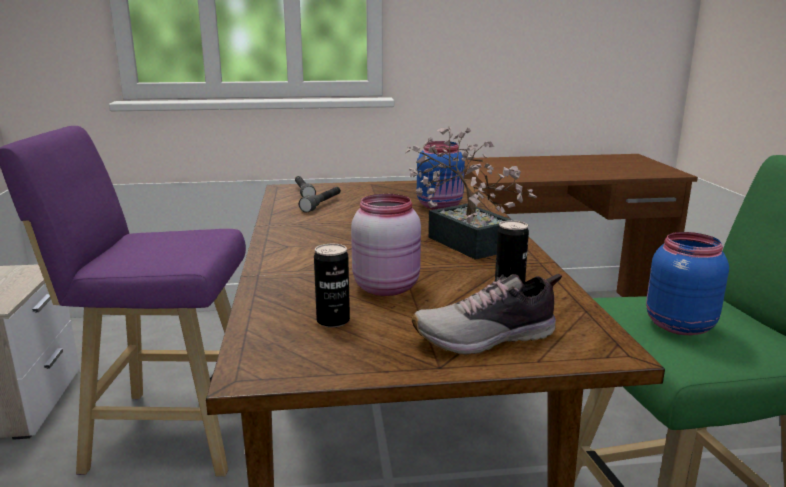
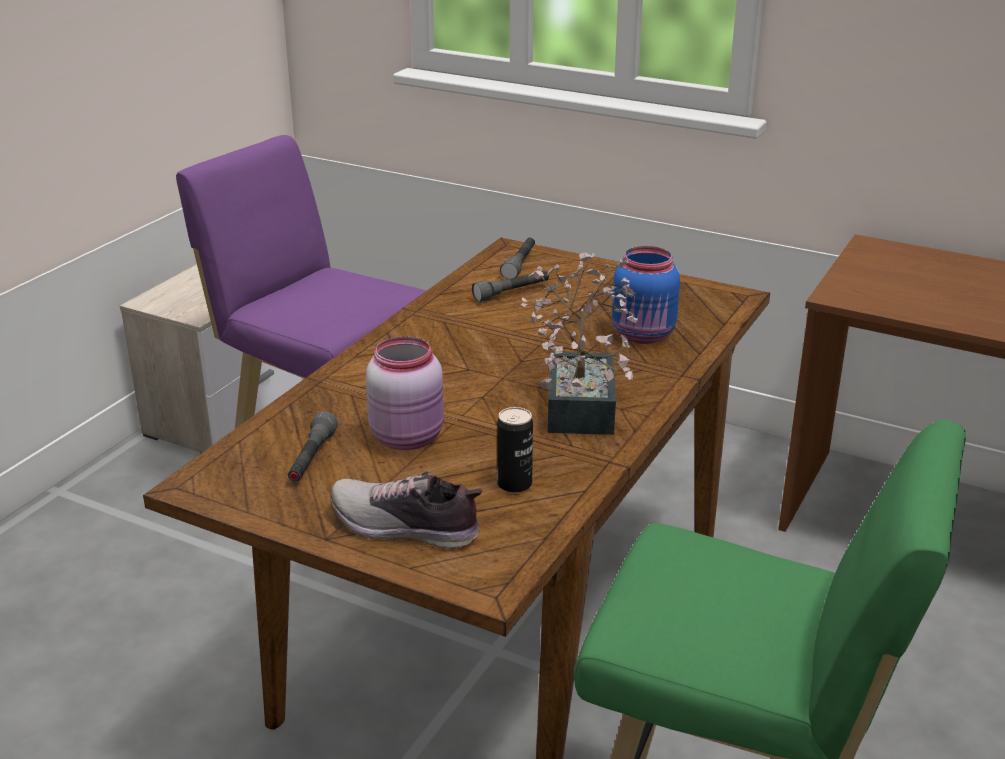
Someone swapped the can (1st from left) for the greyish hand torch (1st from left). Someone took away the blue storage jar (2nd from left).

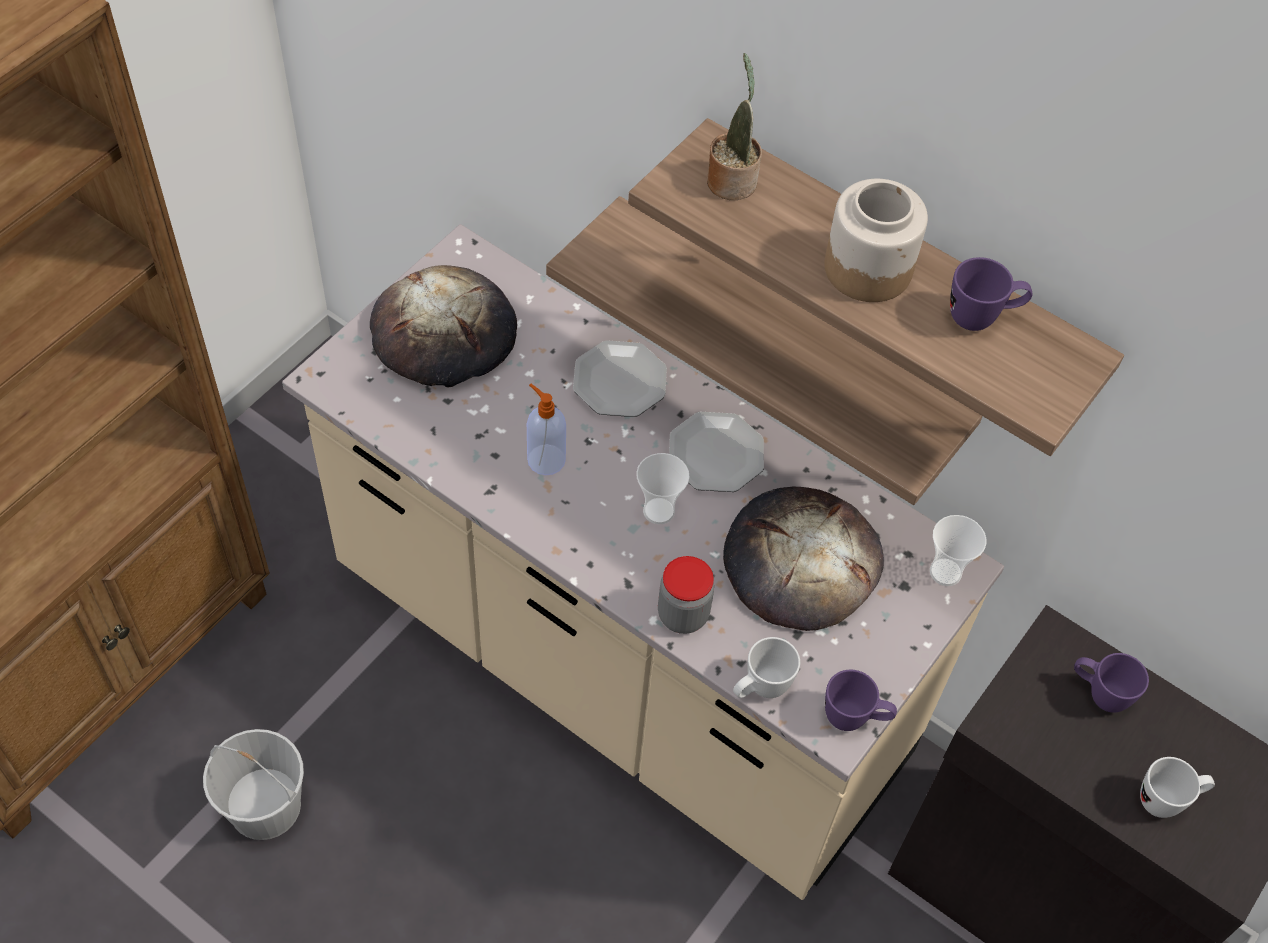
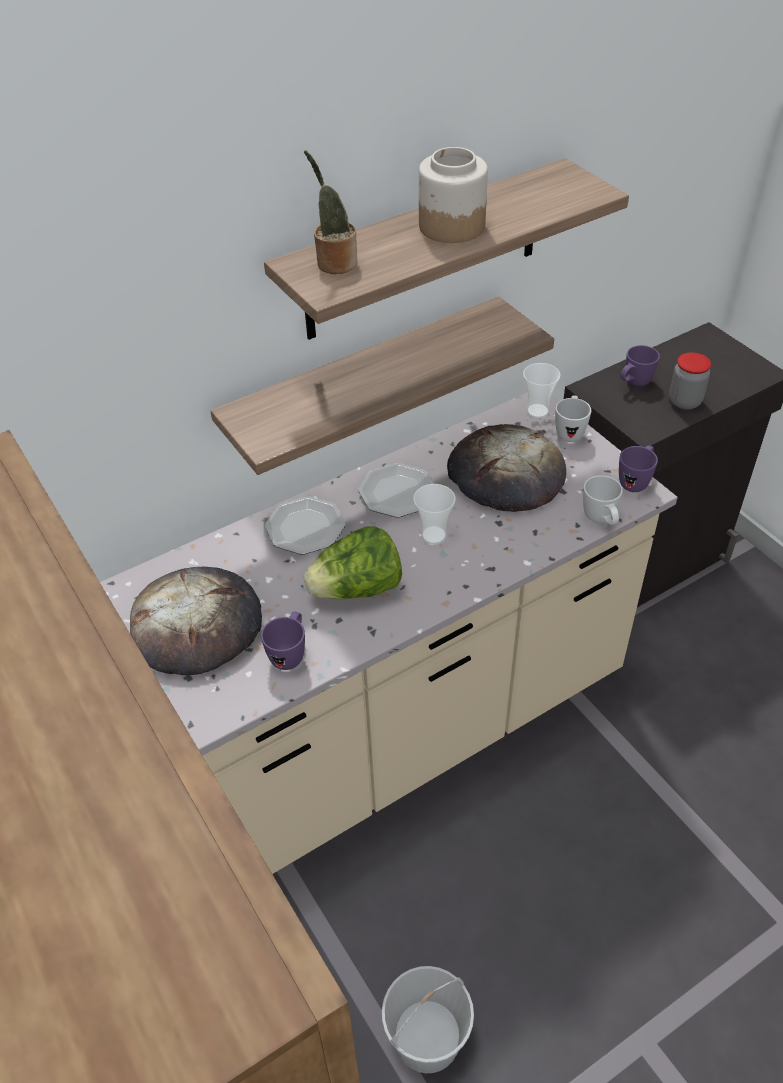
Someone swapped the liquid soap bottle for the lettuce. Someone carried the storage jar (1st from left in the first image). Someone carried the purple mug (2nd from left in the first image). Someone carried the white mug (2nd from left in the first image).

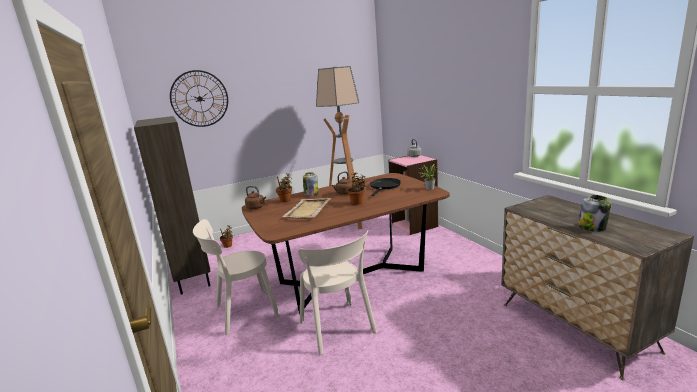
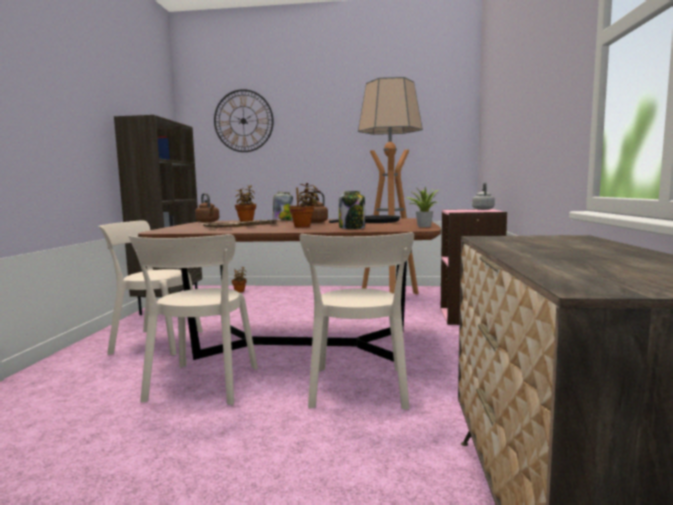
Someone carried the storage jar (2nd from left). Someone put down the sand-coloured plain chair (3rd from left).

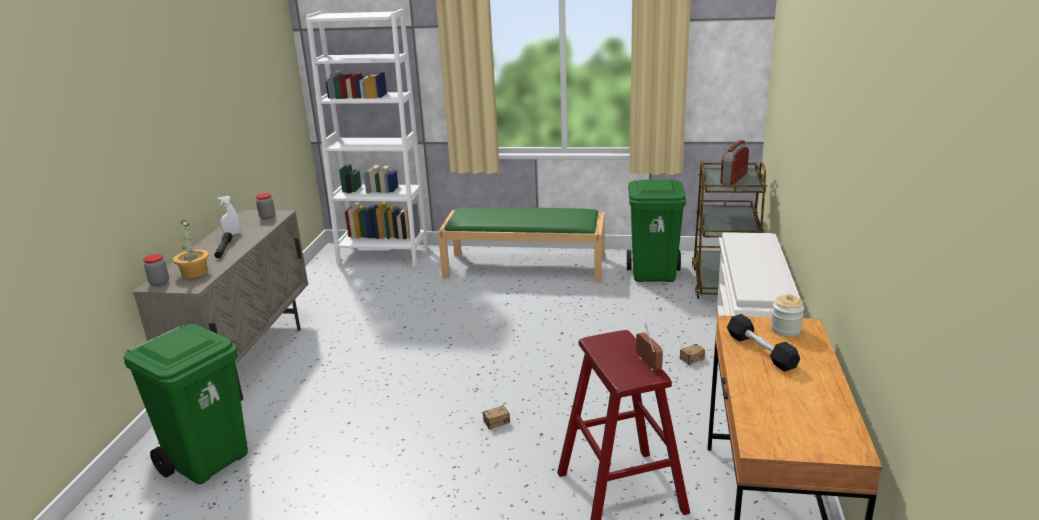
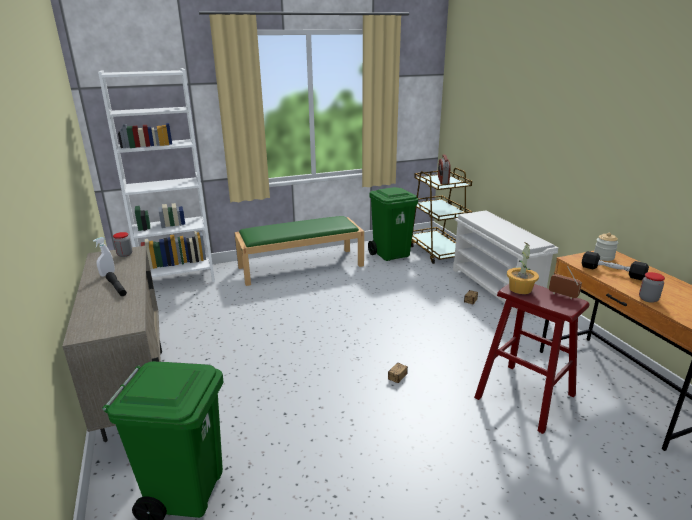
Someone carried the storage jar (1st from left in the first image). Someone carried the houseplant.

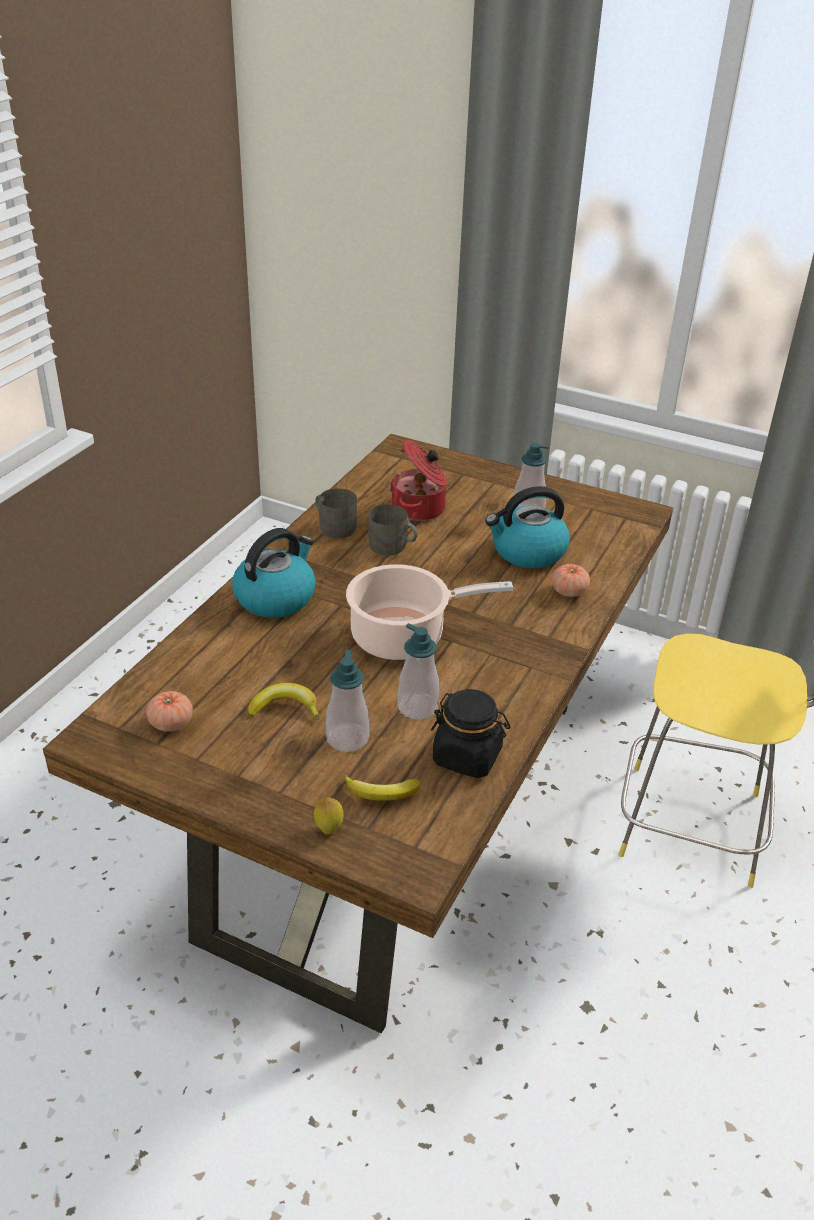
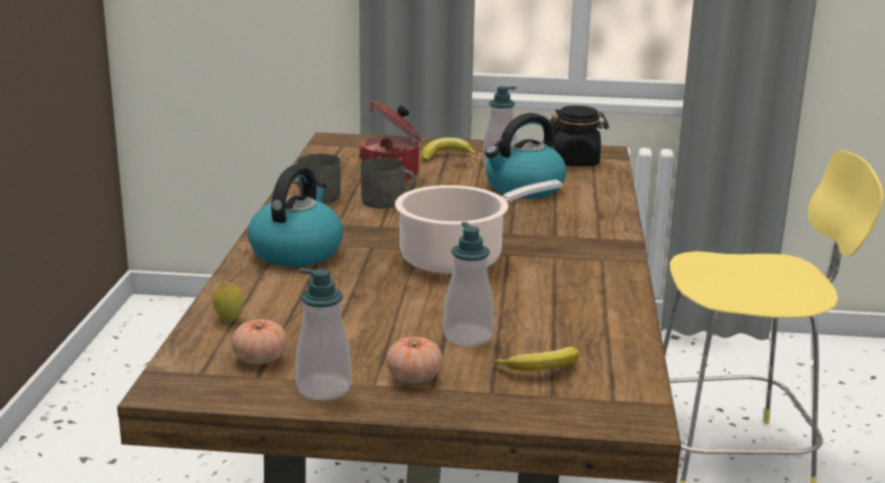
Someone carried the whole banana (1st from left). Someone carried the citrus fruit. Someone carried the liquid soap bottle (2nd from left in the first image). Someone carried the black storage jar. Someone carried the fresh tomato (2nd from left).

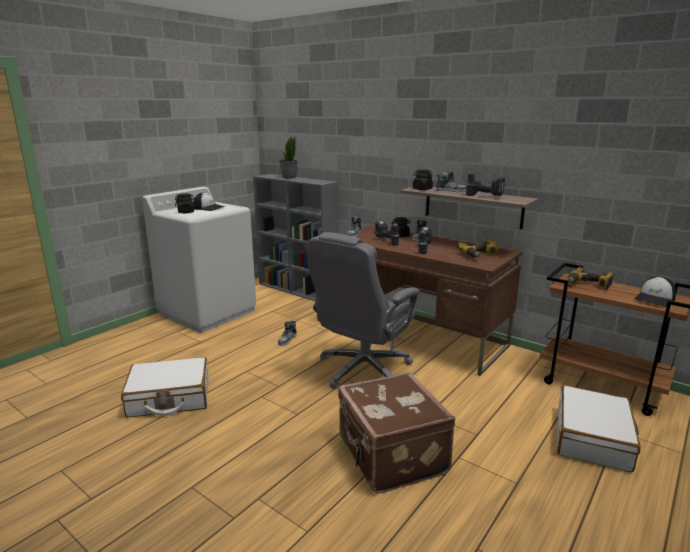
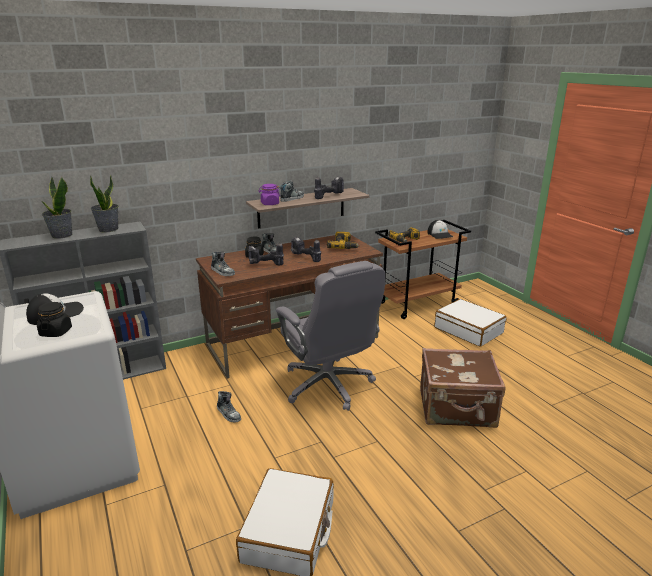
Someone repainted the black storage jar (3rd from left), which became the purple storage jar. Someone put down the houseplant (2nd from left).

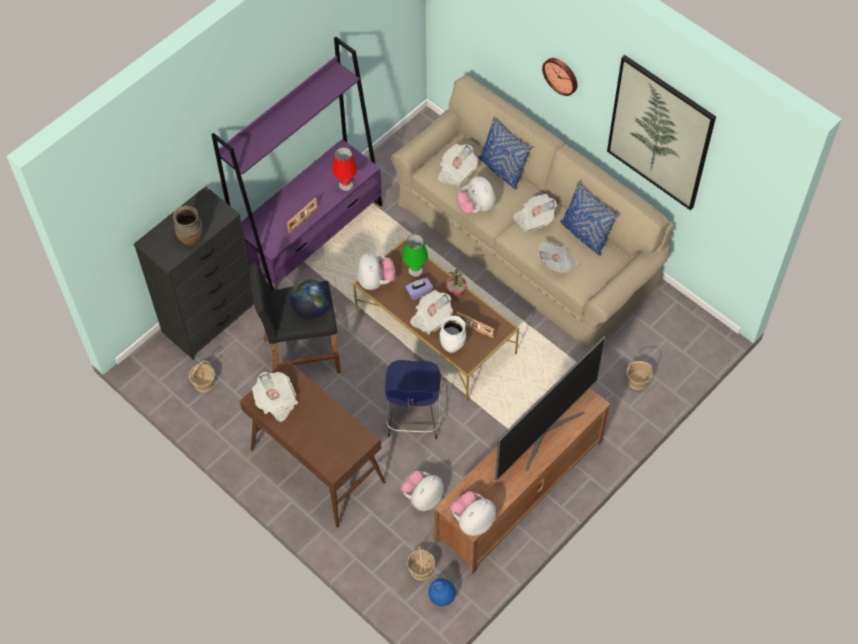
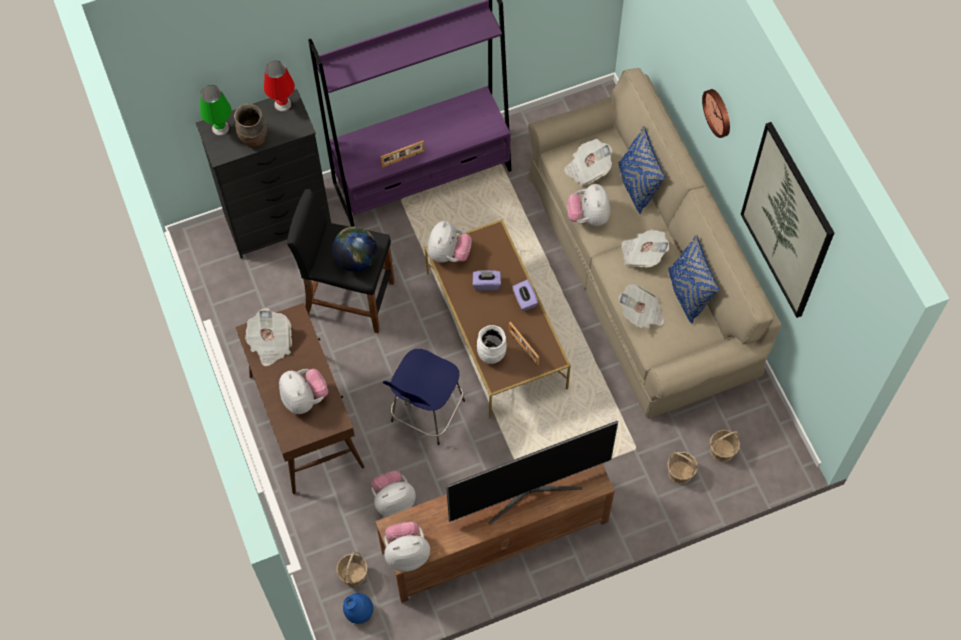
Someone carried the basket (1st from left in the first image). Someone carried the reddish table lamp. Someone carried the green-coloured table lamp. Someone took away the newspaper (2nd from left). Someone swapped the houseplant for the purple box of tissues (2nd from left). Someone put down the cuddly toy (1st from left).

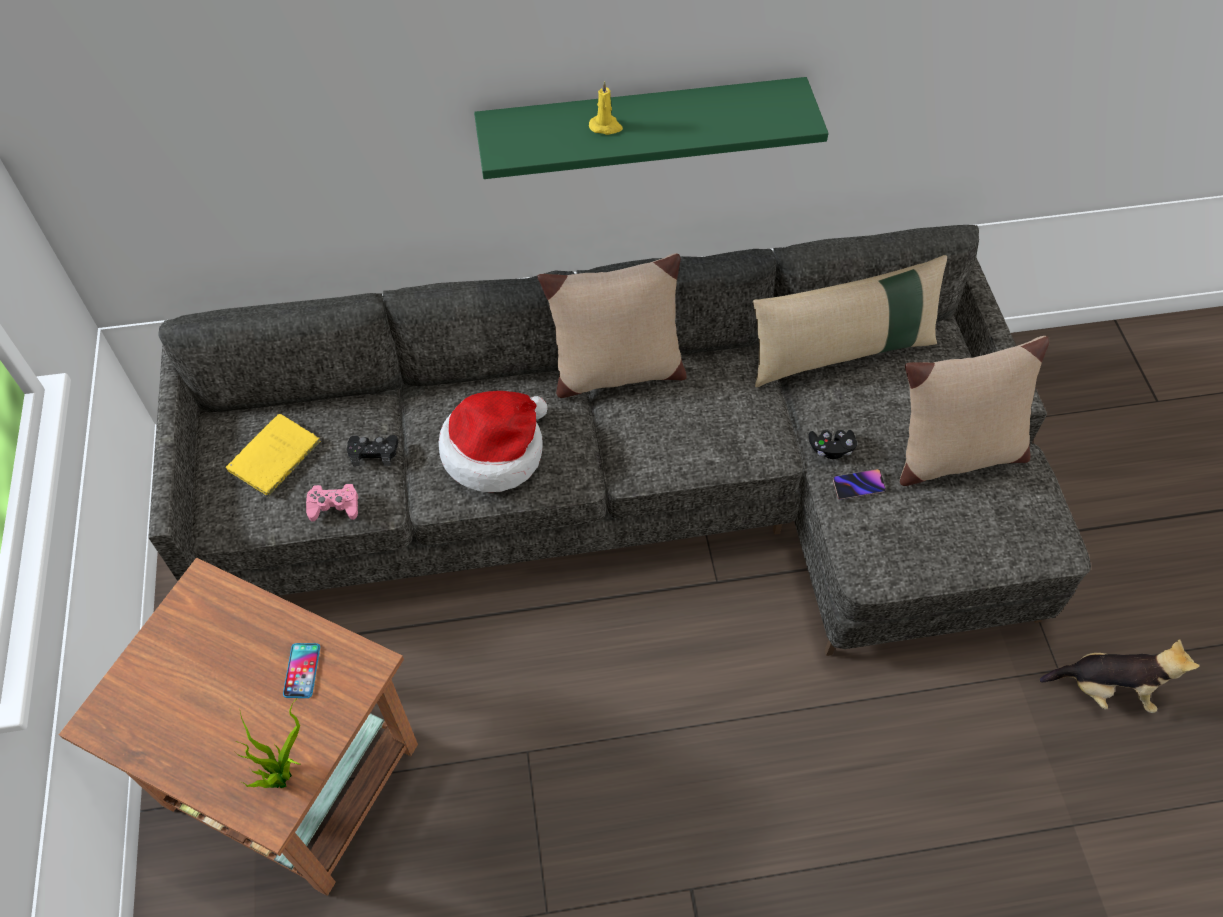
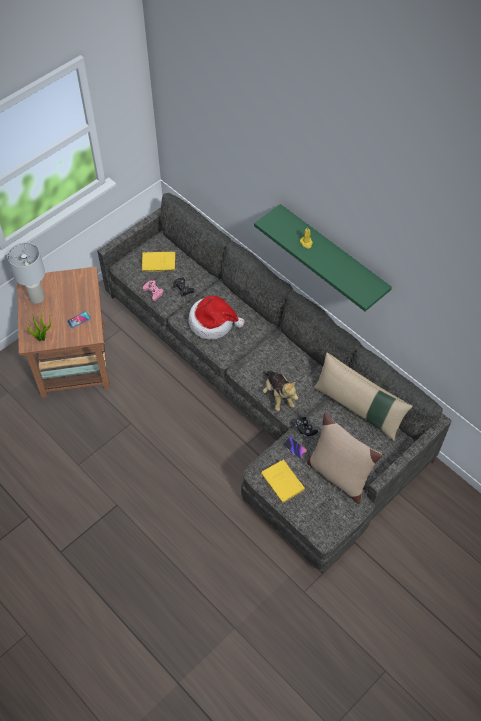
Someone took away the sand-coloured pillow (1st from left). Someone carried the cuddly toy. Someone put down the white table lamp. Someone put down the yellowish bound book (2nd from left).

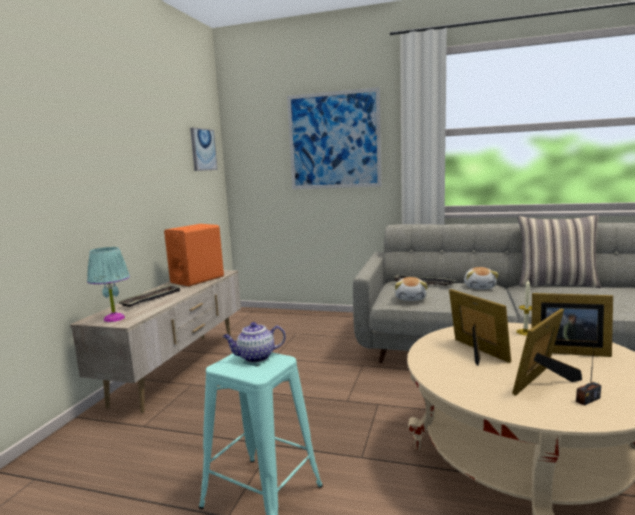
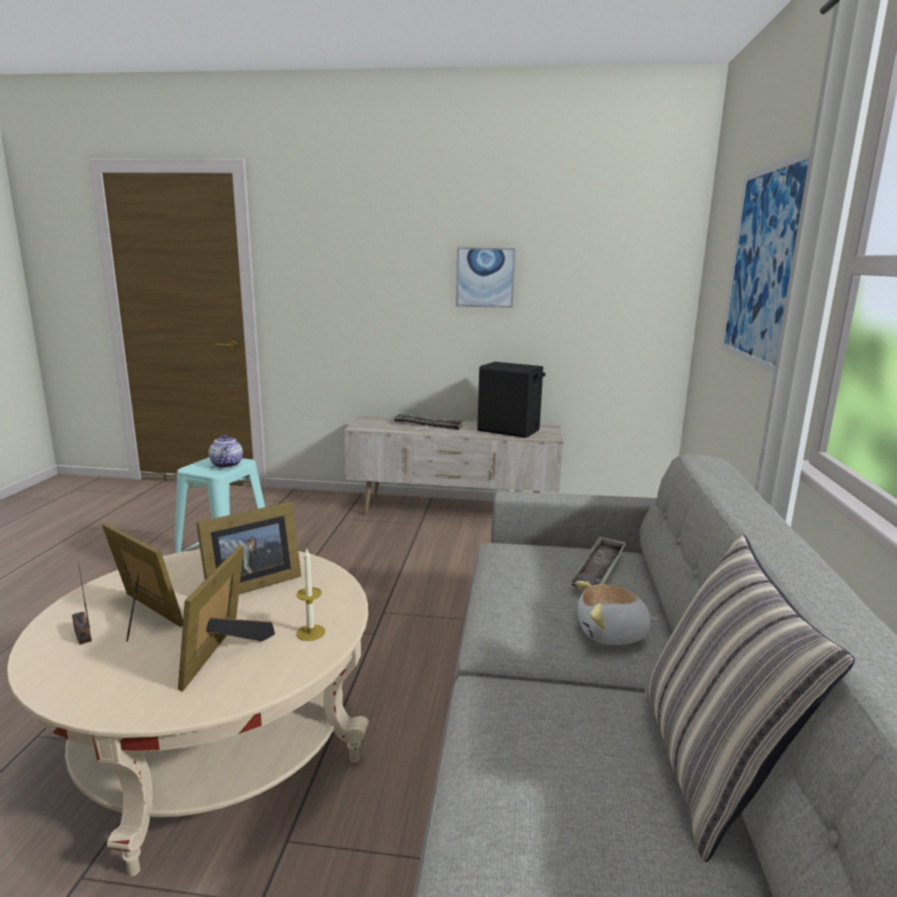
Someone took away the turquoise-coloured table lamp. Someone repainted the orangey loudspeaker, which became the black loudspeaker. Someone carried the wall picture (1st from left). Someone took away the cuddly toy (1st from left).

